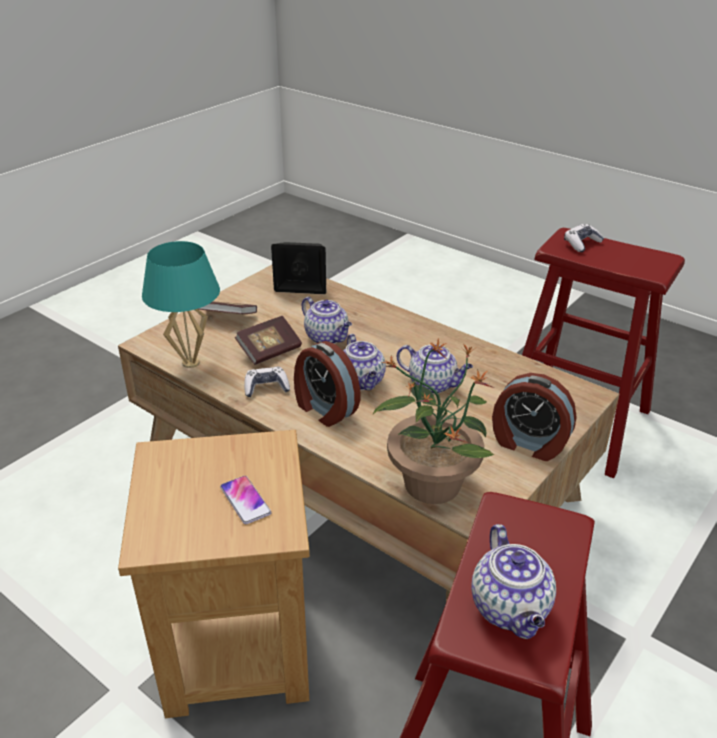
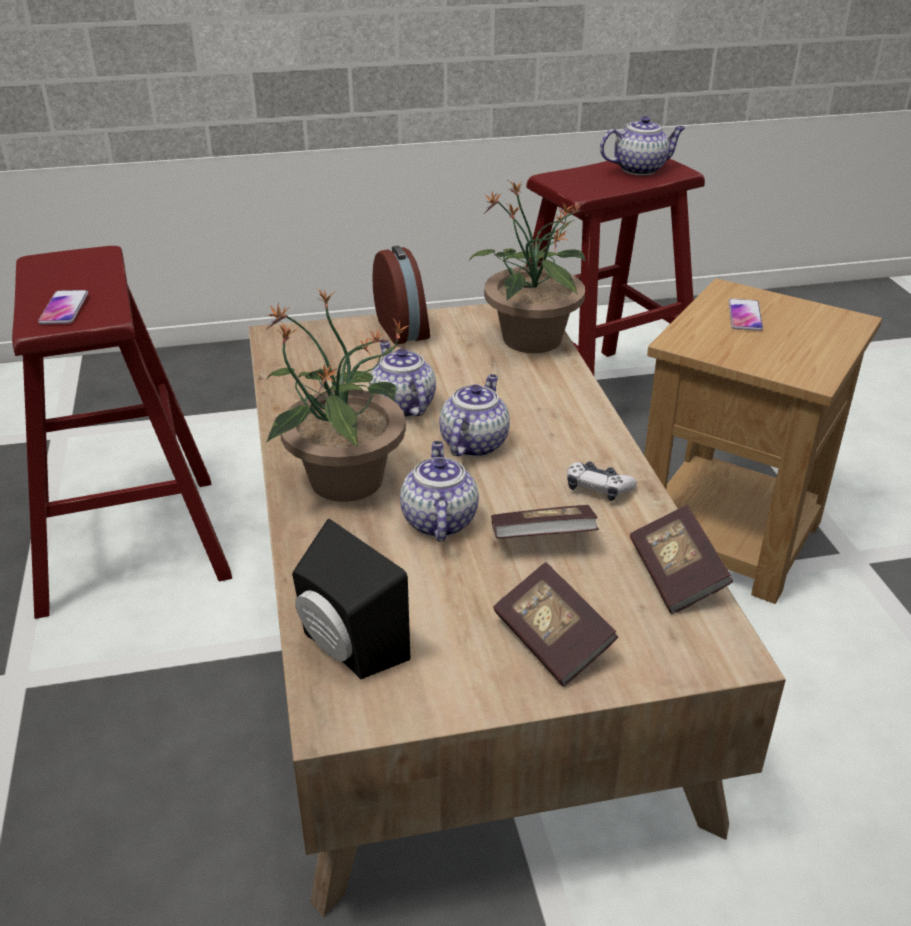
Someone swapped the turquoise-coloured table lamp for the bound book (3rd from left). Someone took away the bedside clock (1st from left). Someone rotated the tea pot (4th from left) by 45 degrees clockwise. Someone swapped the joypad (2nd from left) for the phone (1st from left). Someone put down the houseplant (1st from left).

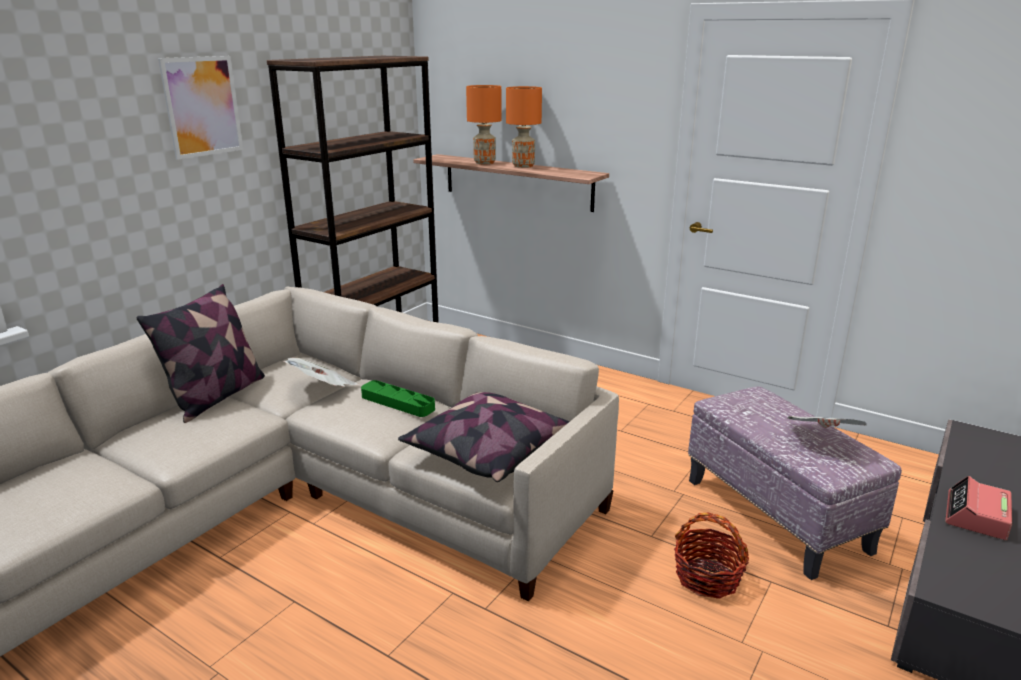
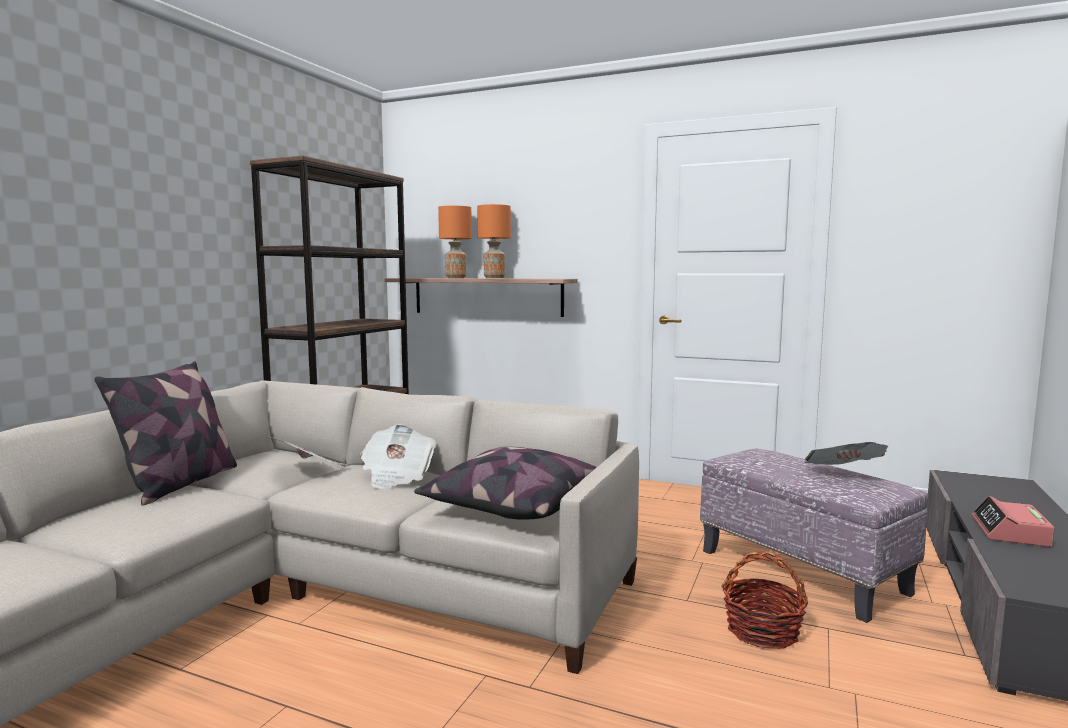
Someone took away the wall picture. Someone swapped the green-coloured carrying tray for the newspaper (2nd from left).

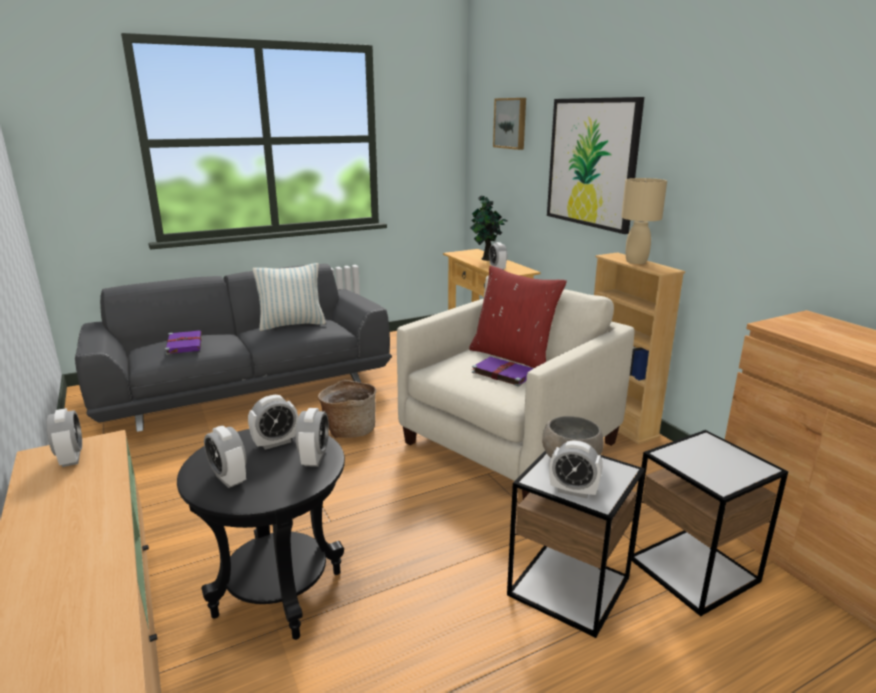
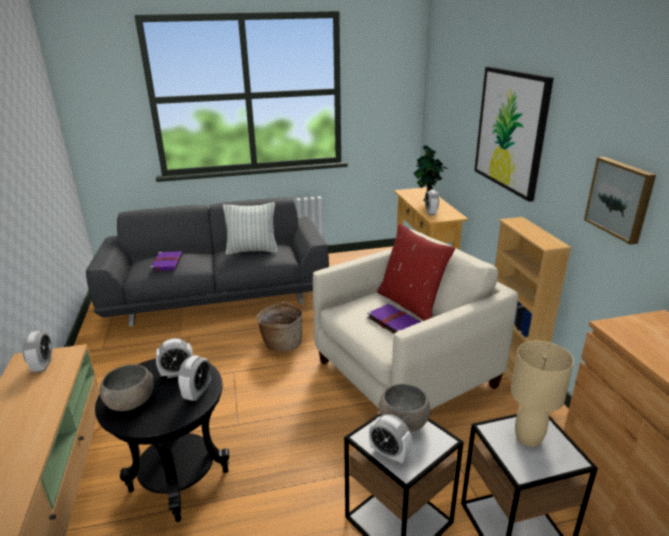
Someone swapped the bedside clock (2nd from left) for the greyish serving bowl (1st from left). Someone carried the wall picture (1st from left in the first image). Someone carried the sand-coloured table lamp.

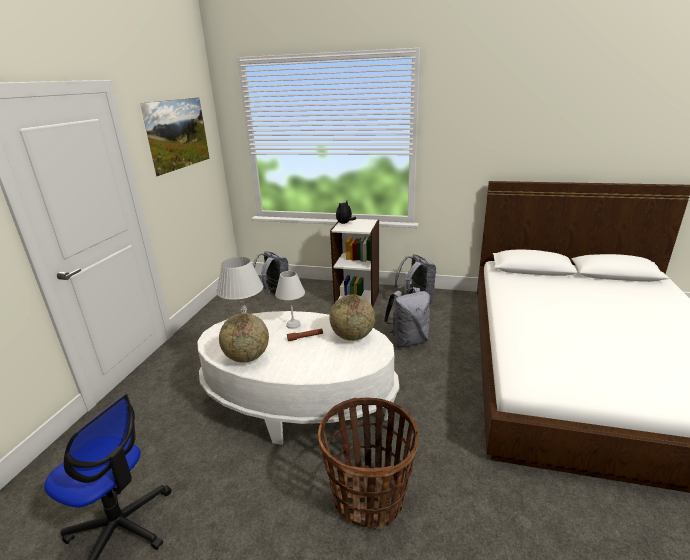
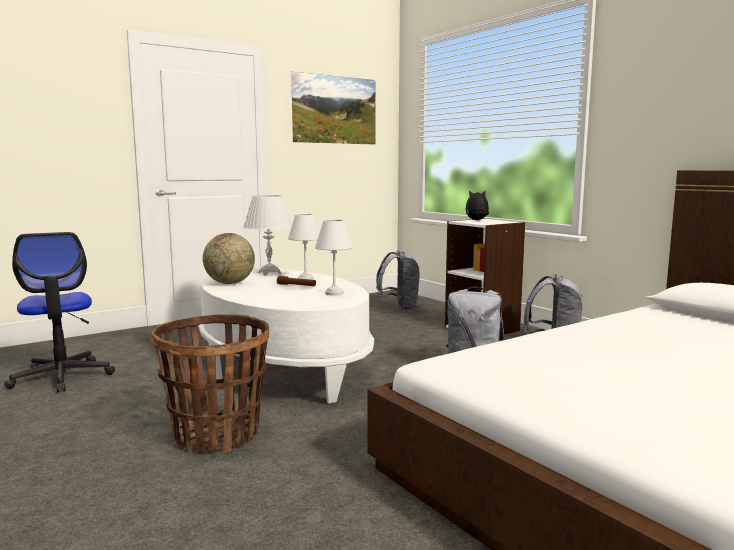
Someone swapped the desk globe (2nd from left) for the white table lamp (3rd from left).

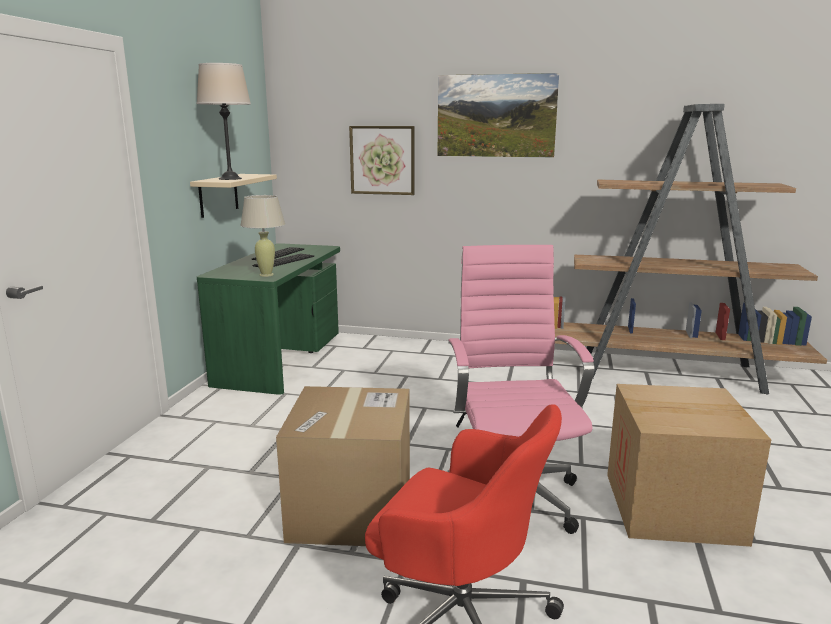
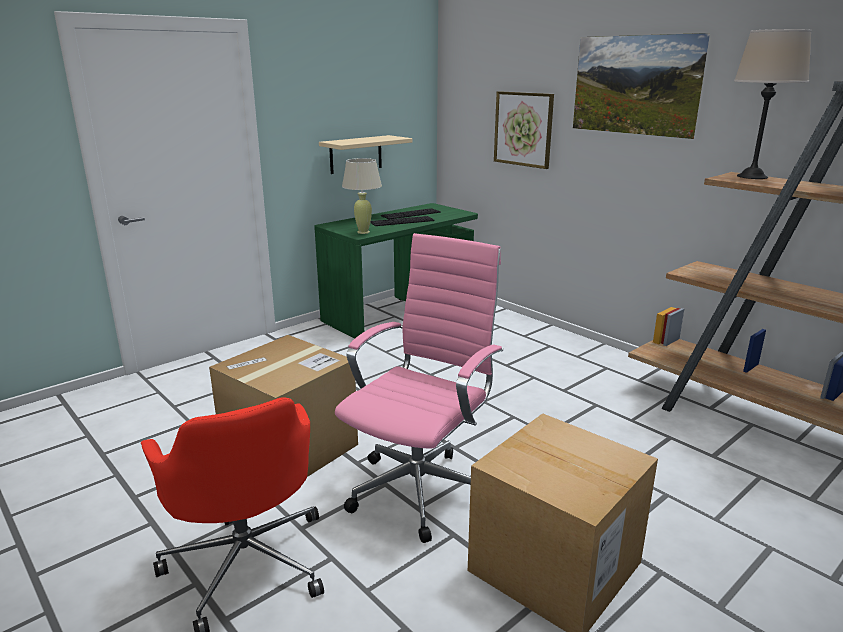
Someone carried the sand-coloured table lamp (1st from left in the first image).

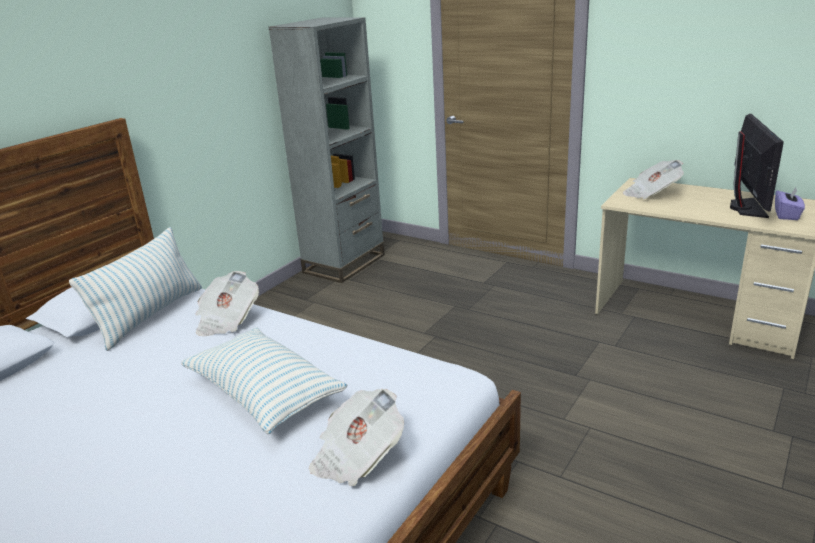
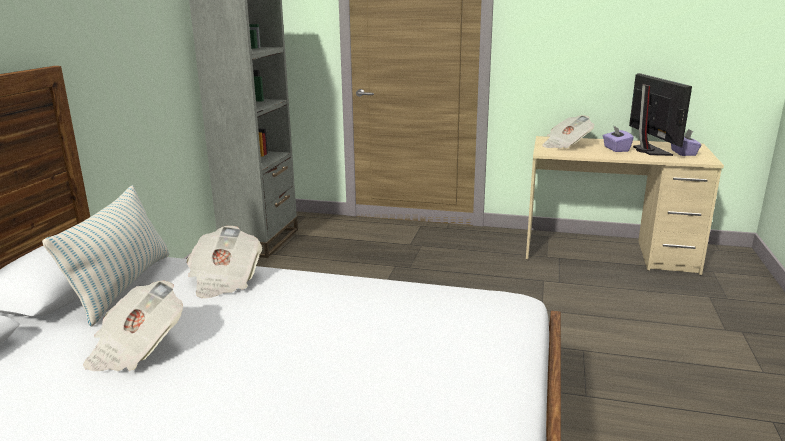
Someone took away the pillow (2nd from left). Someone carried the newspaper (2nd from left in the first image). Someone put down the purple box of tissues (1st from left).

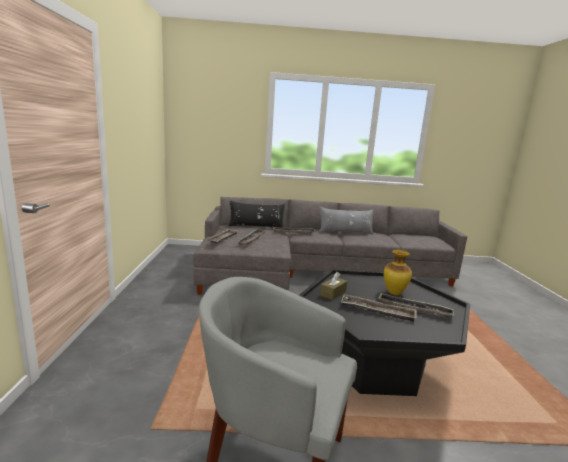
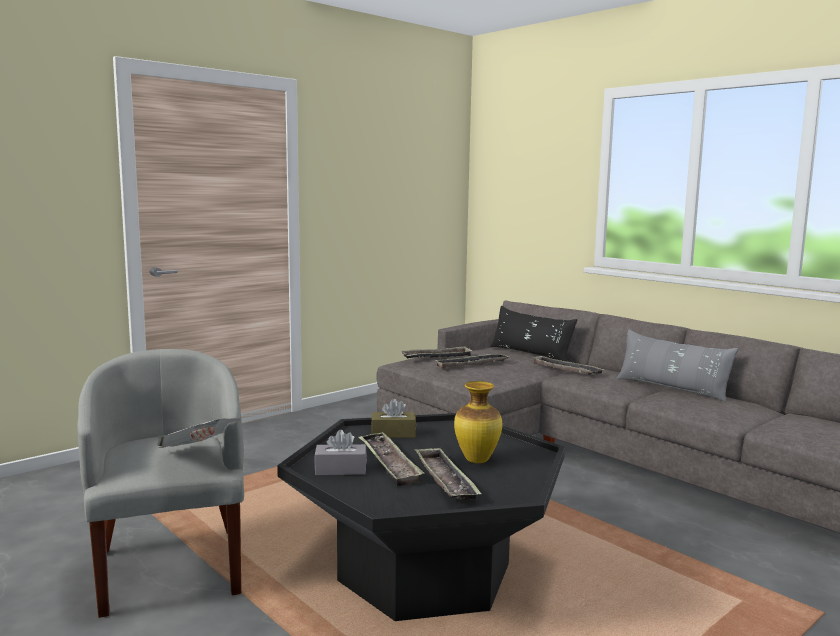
Someone put down the newspaper. Someone put down the greyish box of tissues.

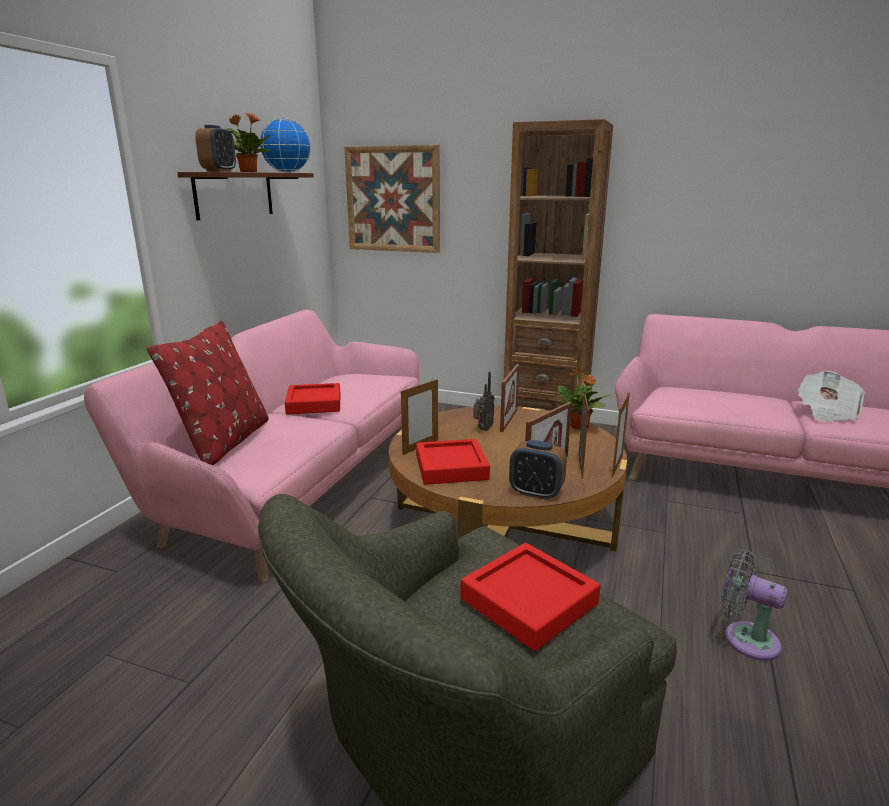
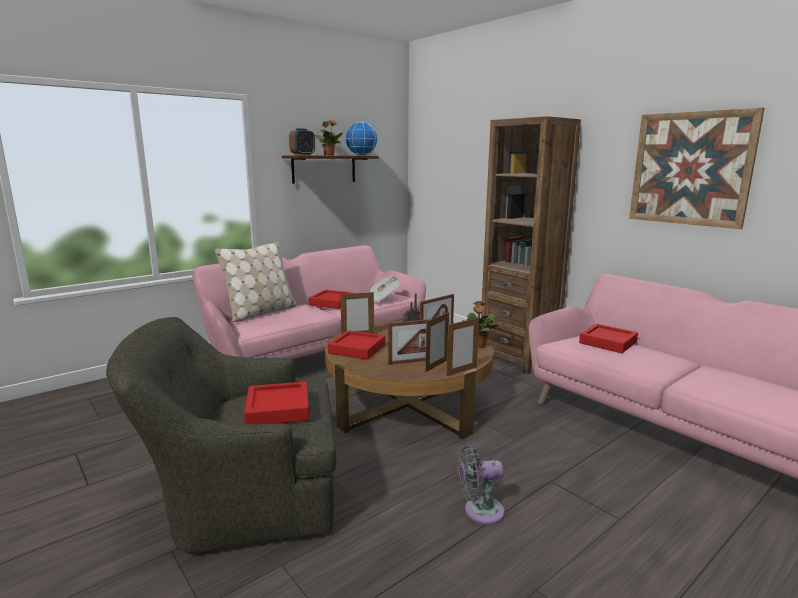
Someone repainted the reddish pillow, which became the sand-coloured pillow. Someone carried the wall picture. Someone took away the bedside clock (2nd from left). Someone rotated the greyish cooling fan by 75 degrees counterclockwise. Someone carried the newspaper. Someone put down the reddish carrying tray (4th from left).

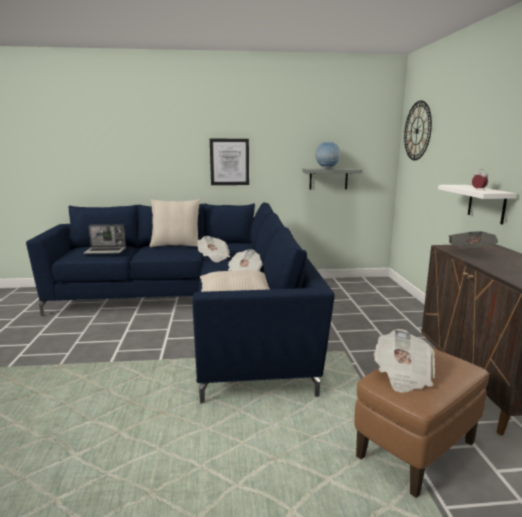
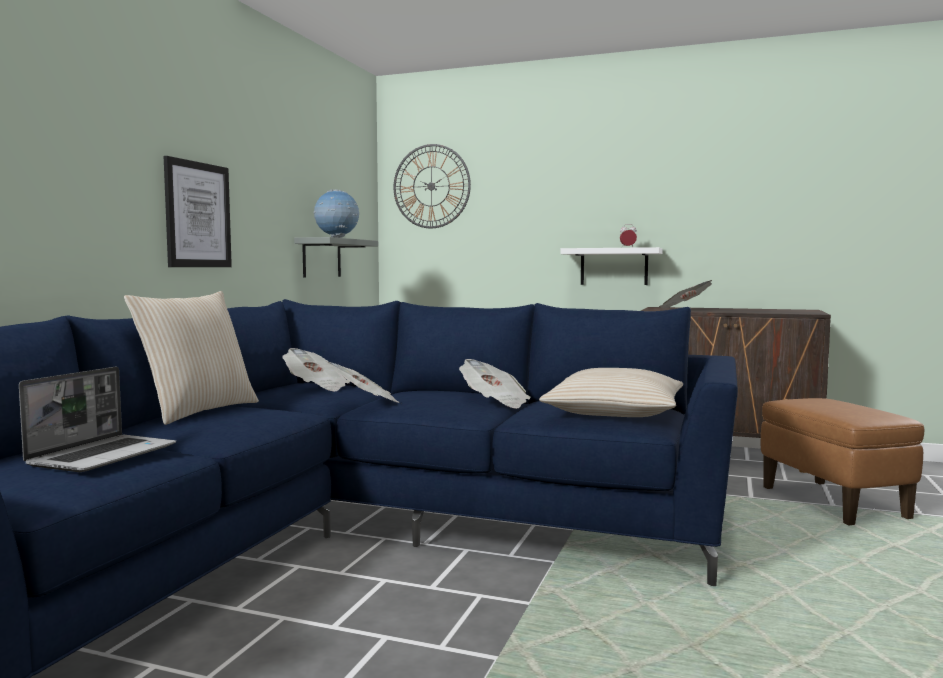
Someone carried the newspaper (3rd from left in the first image).

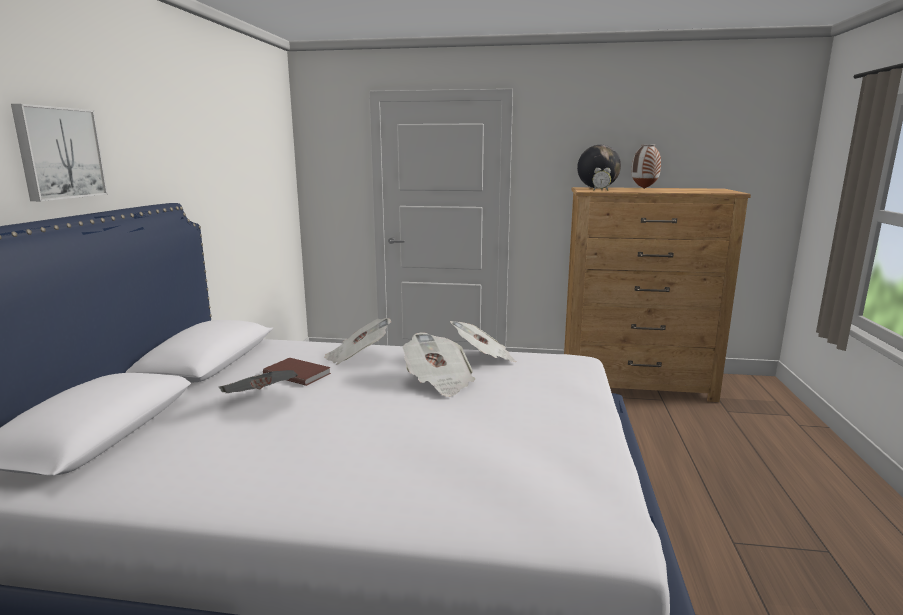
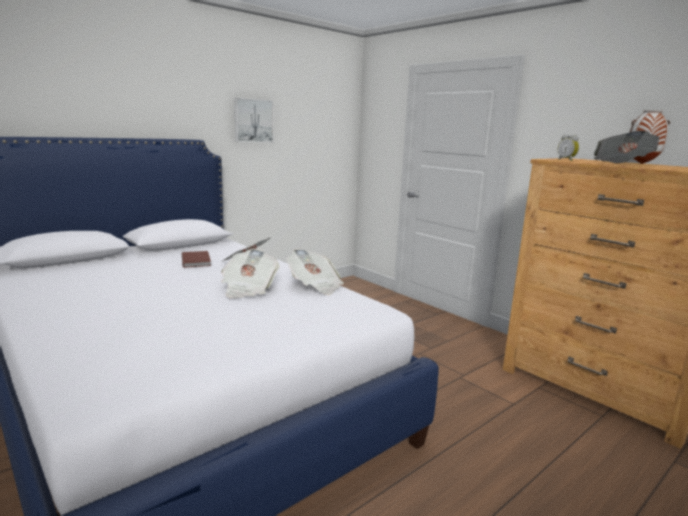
Someone carried the wall picture. Someone carried the newspaper (1st from left in the first image). Someone took away the desk globe.

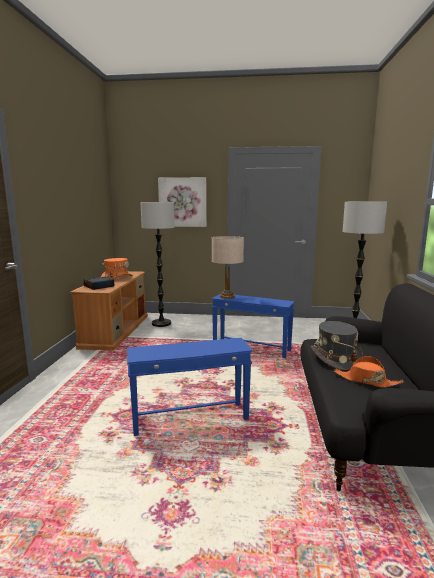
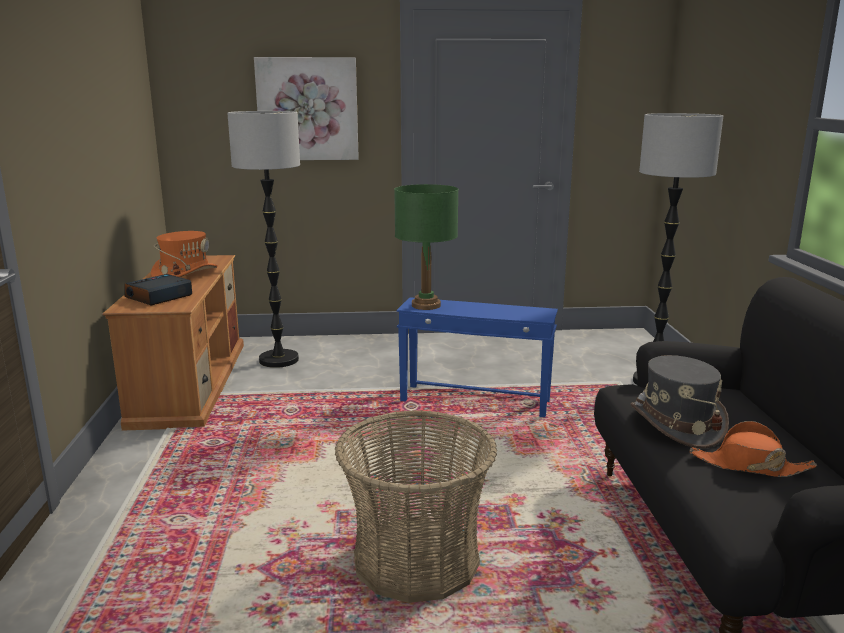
Someone swapped the blue side table (1st from left) for the basket. Someone repainted the sand-coloured table lamp, which became the green-coloured table lamp.

